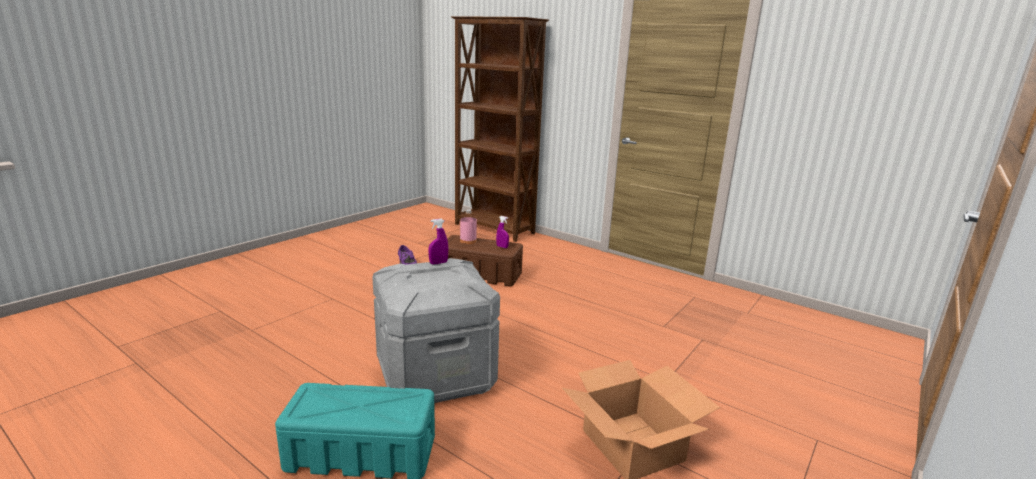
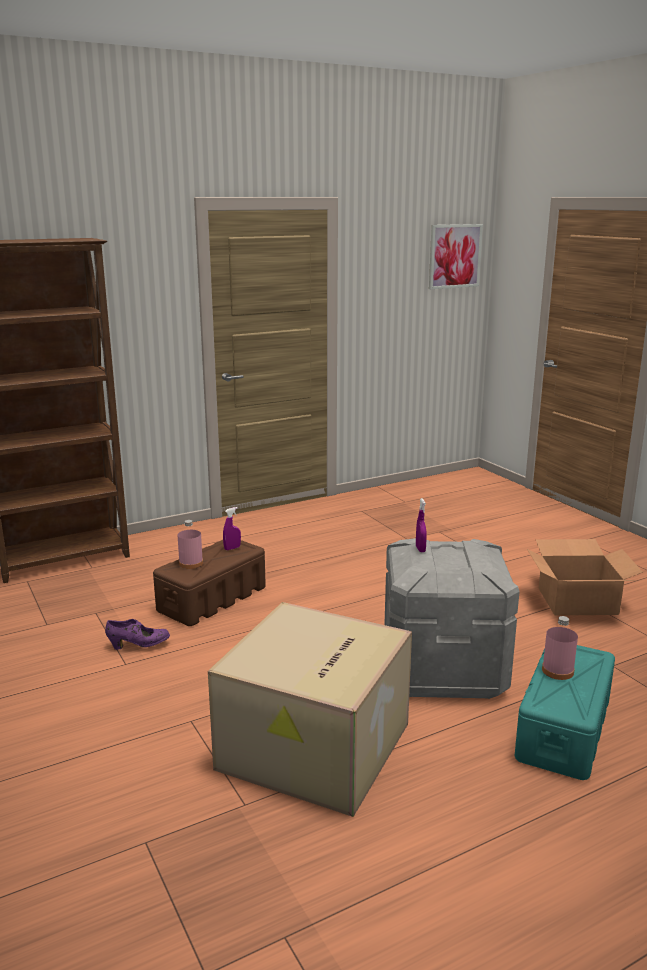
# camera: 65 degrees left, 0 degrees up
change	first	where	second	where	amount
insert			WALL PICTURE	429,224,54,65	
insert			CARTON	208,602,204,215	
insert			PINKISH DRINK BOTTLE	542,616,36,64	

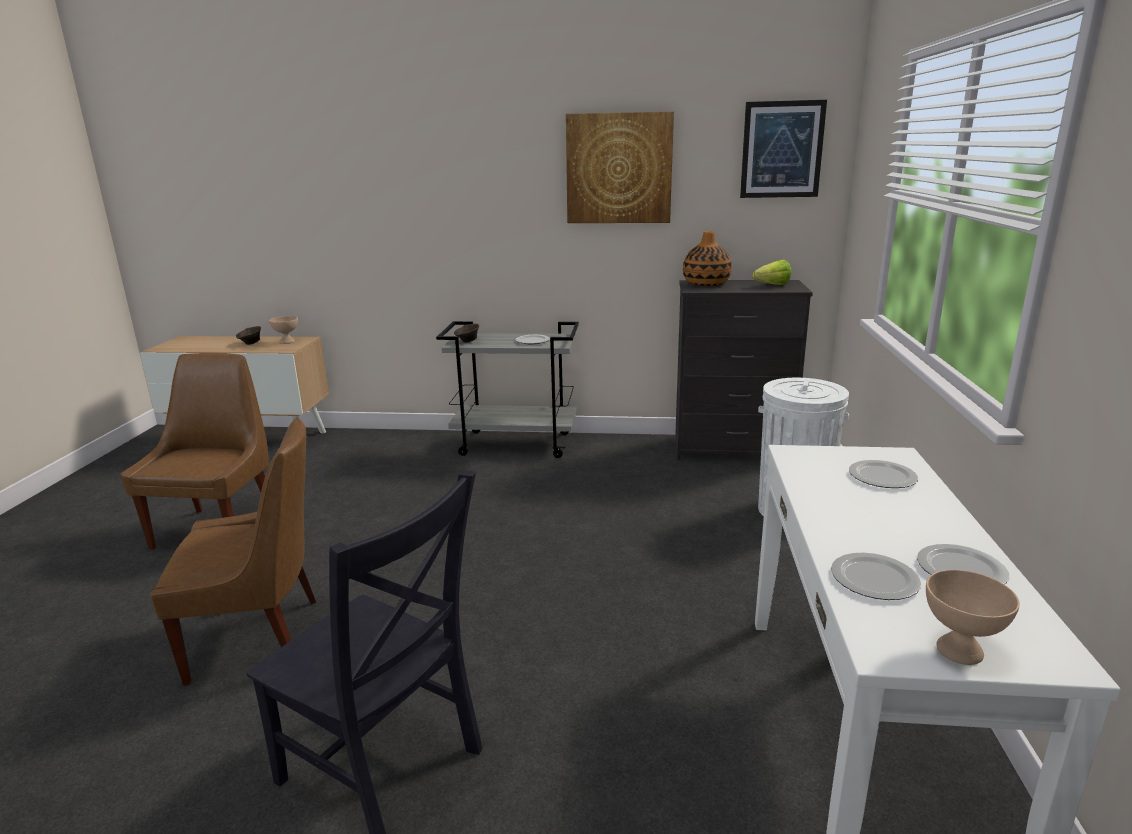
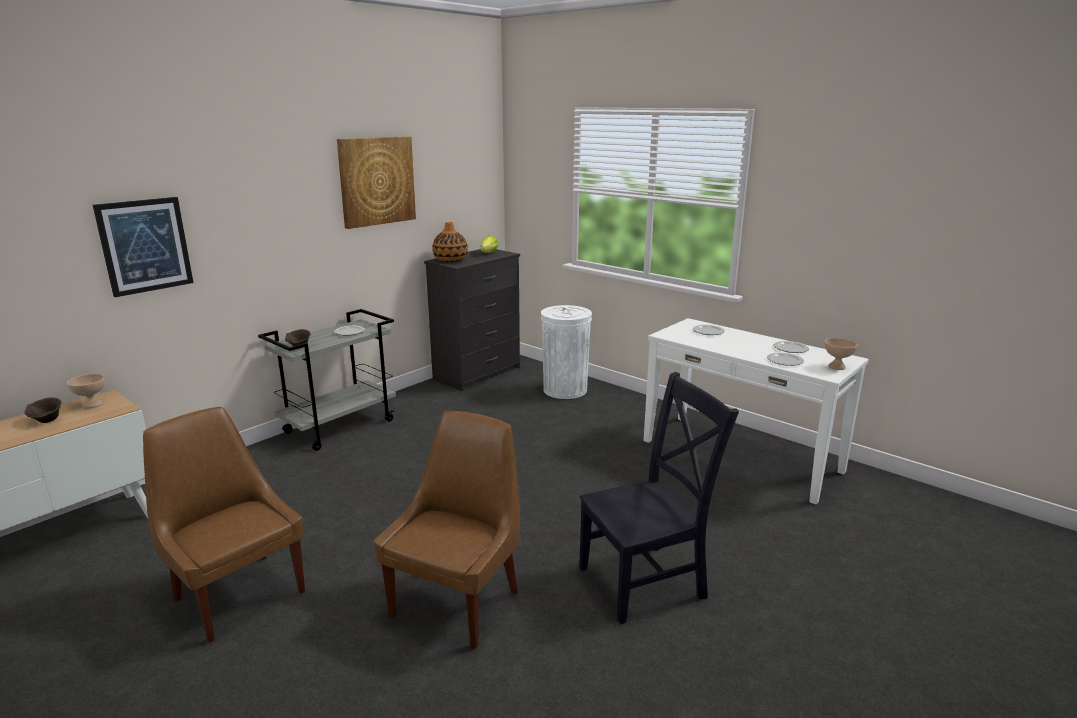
# camera: 55 degrees left, 0 degrees up
change	first	where	second	where	amount
move	WALL PICTURE	740,100,87,98		93,197,100,100	

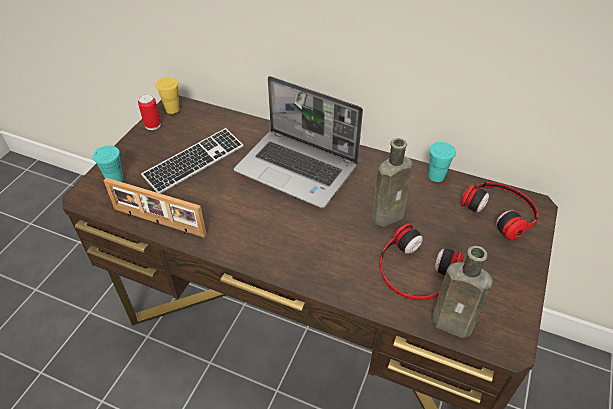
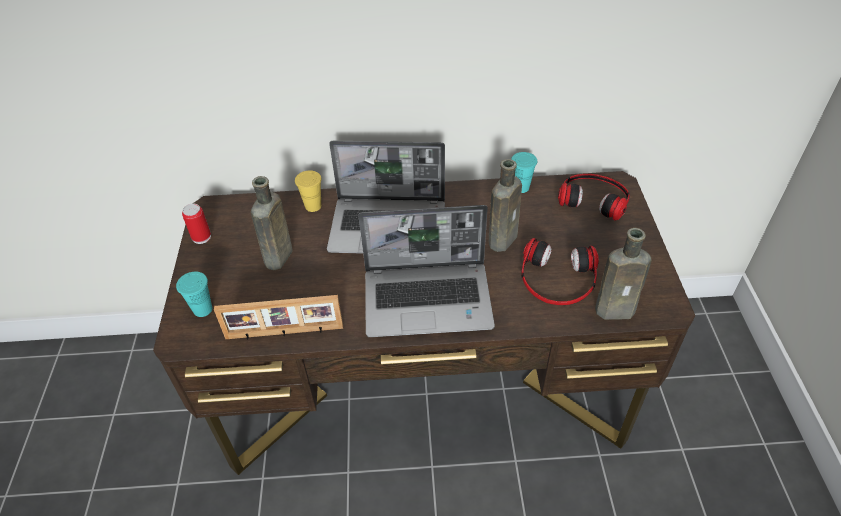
# camera: 25 degrees left, 0 degrees up
change	first	where	second	where	amount
move	YELLOW-COLOURED DRINKING CUP	155,77,25,37		295,170,27,42	
replace	PC KEYBOARD	141,128,103,66	BROWNISH DRINK BOTTLE	251,176,42,94	
insert			PORTABLE COMPUTER	358,205,137,132	

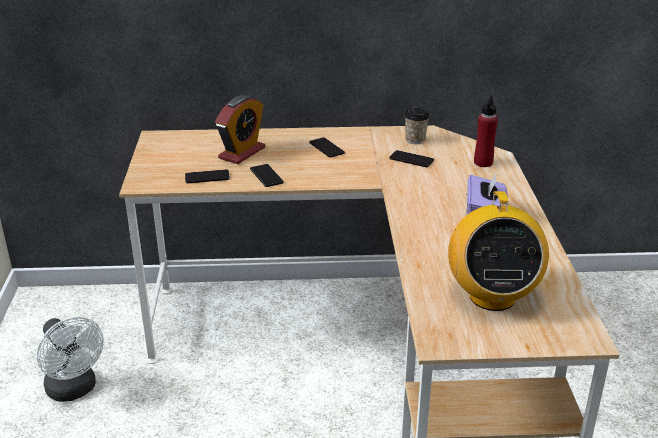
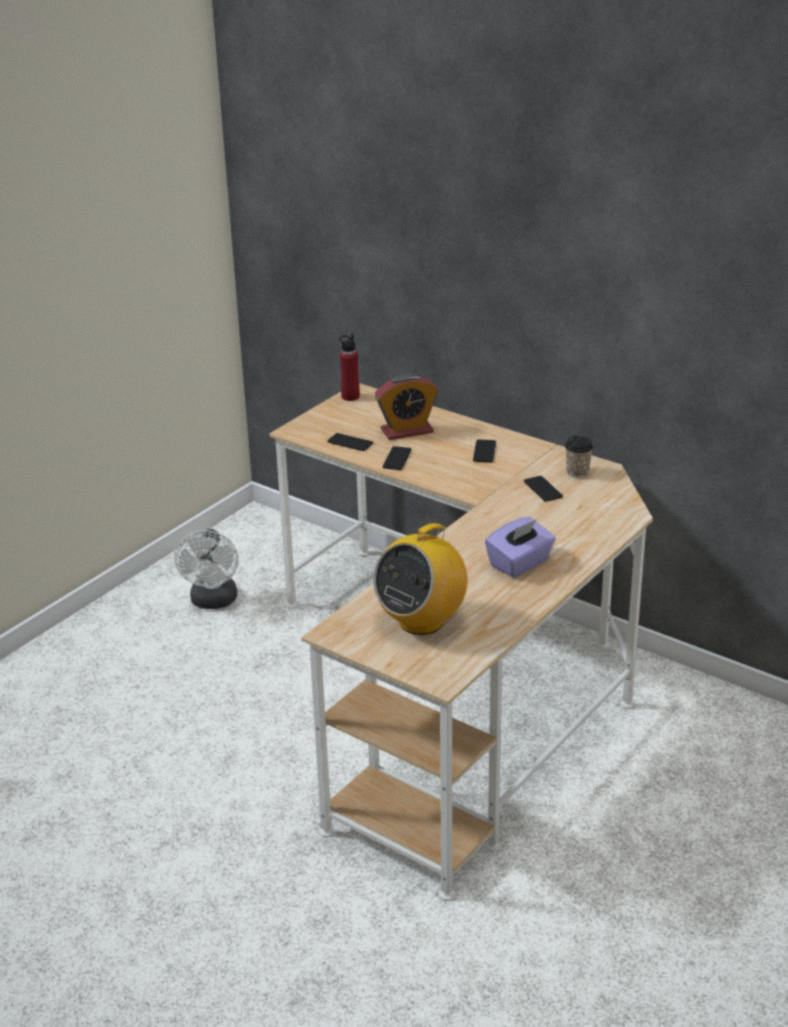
# camera: 40 degrees right, 0 degrees up
change	first	where	second	where	amount
move	REDDISH DRINK BOTTLE	474,96,24,71		339,333,21,68	

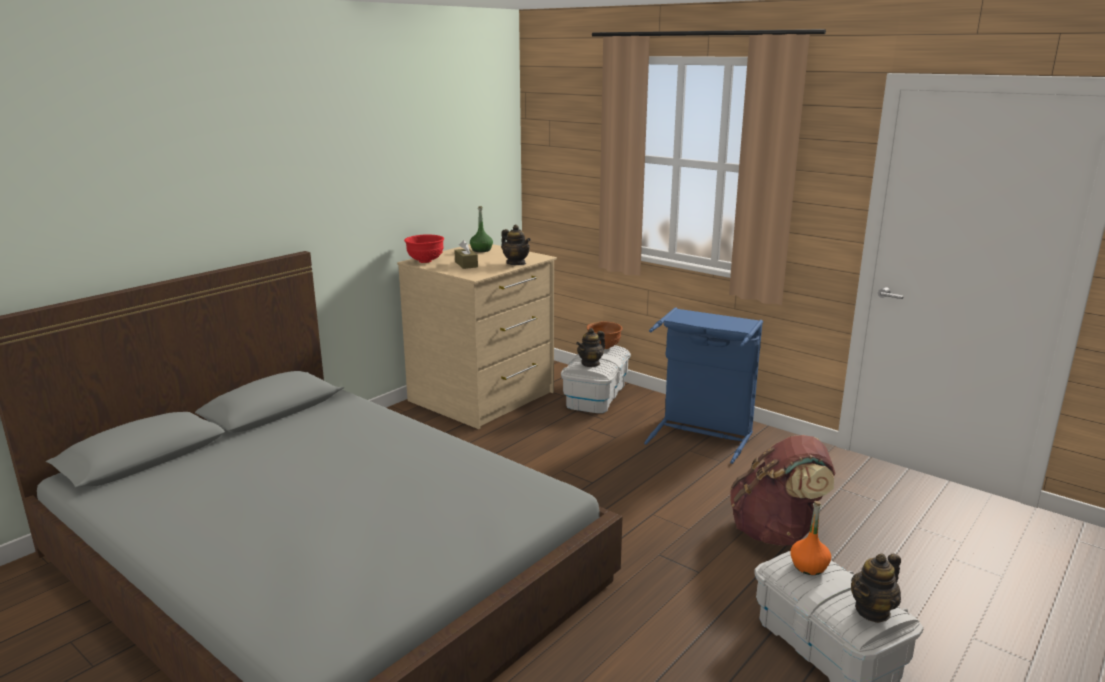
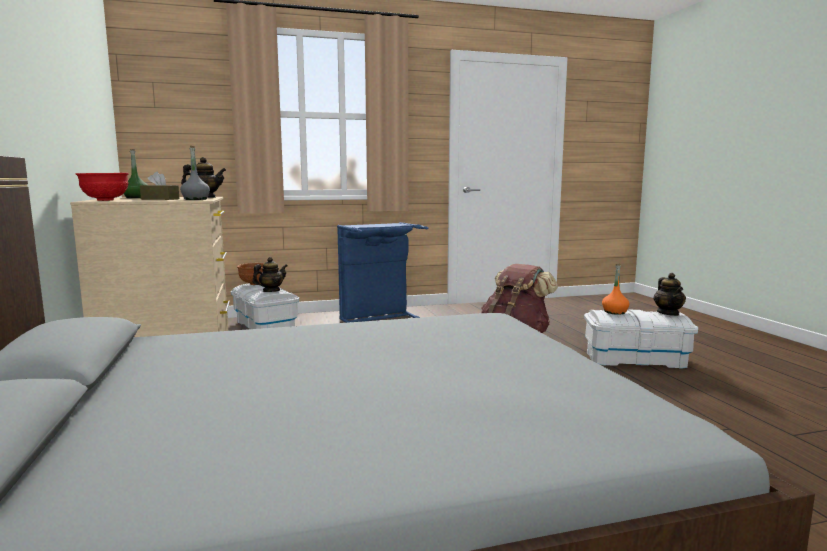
# camera: 55 degrees left, 10 degrees down
change	first	where	second	where	amount
rotate	TEA POT	576,328,29,39		252,257,35,35	120 degrees counterclockwise
insert			GREY DRINK BOTTLE	180,146,30,54	

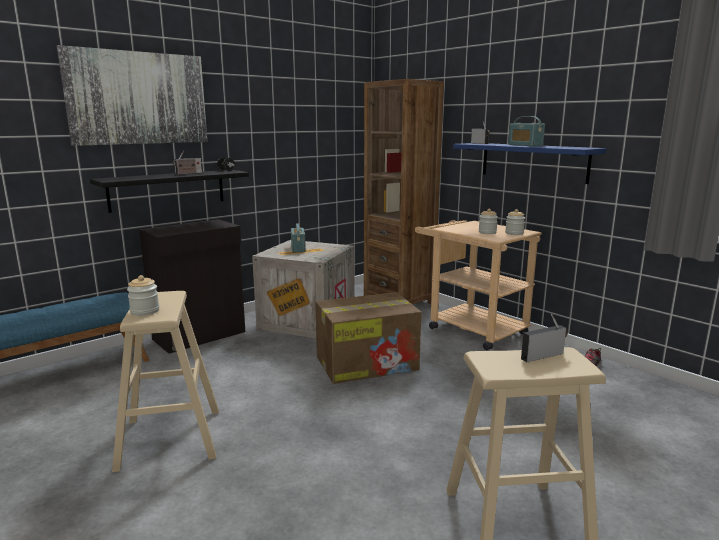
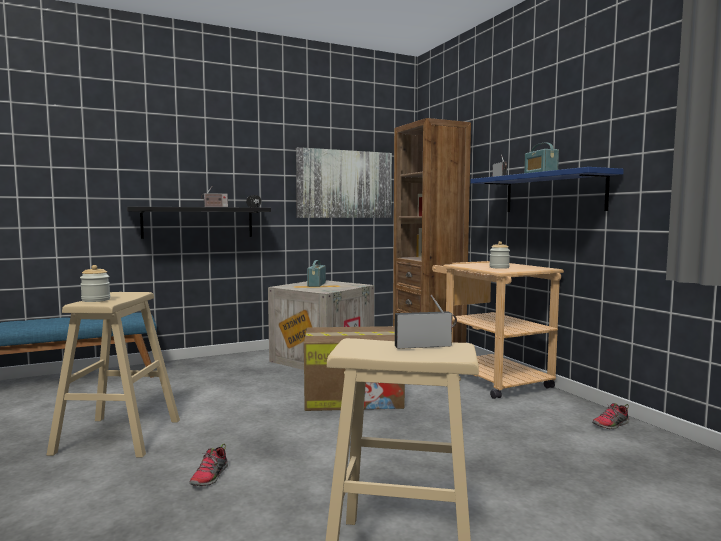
# camera: 15 degrees right, 10 degrees down
change	first	where	second	where	amount
move	WALL PICTURE	57,45,150,101		296,147,96,71	
delete	PRESERVE JAR	505,209,20,26			
delete	BLACK STORAGE CABINET	139,219,106,135			
insert			ITEM OF FOOTWEAR	189,444,39,42	

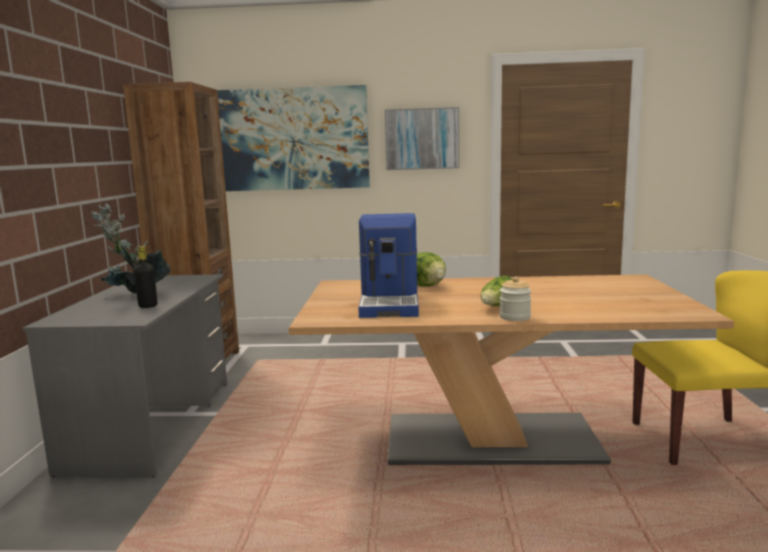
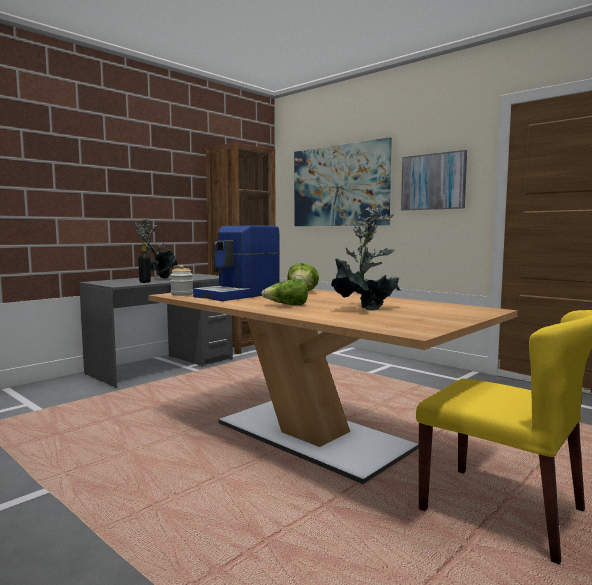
# camera: 40 degrees right, 5 degrees down
change	first	where	second	where	amount
move	PRESERVE JAR	499,276,32,45		170,265,23,31	
insert			HOUSEPLANT	331,205,70,106	

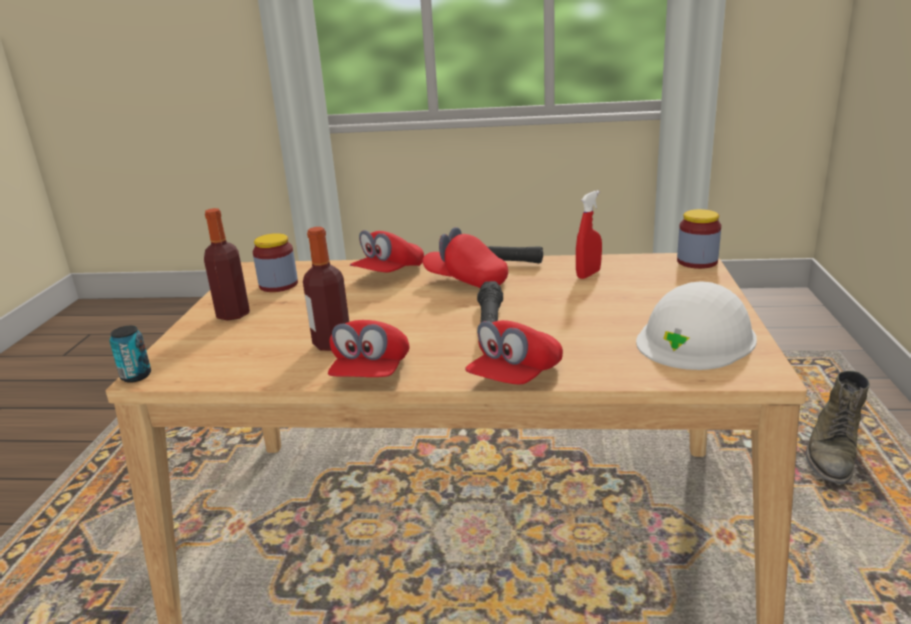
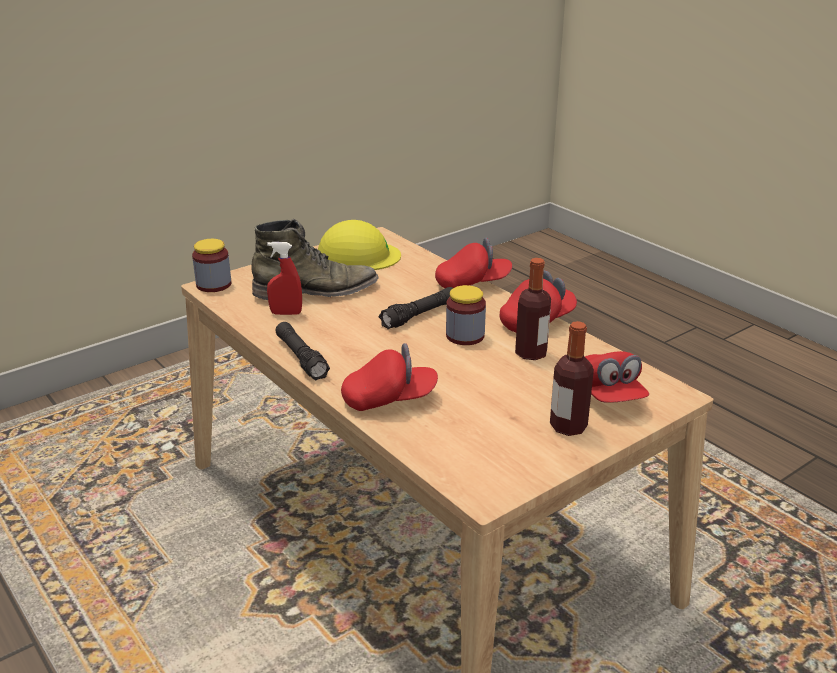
# camera: 135 degrees left, 5 degrees up
change	first	where	second	where	amount
move	REDDISH BASEBALL CAP	423,227,85,61		585,351,64,52	
move	PRESERVE JAR	253,233,45,59		446,285,40,60	
recolor	WHITISH HARD HAT	636,282,121,88	YELLOW-COLOURED HARD HAT	318,220,83,50	
delete	METAL CAN	109,326,42,57			
move	GREEN BOOT	806,370,64,115		251,219,128,81	

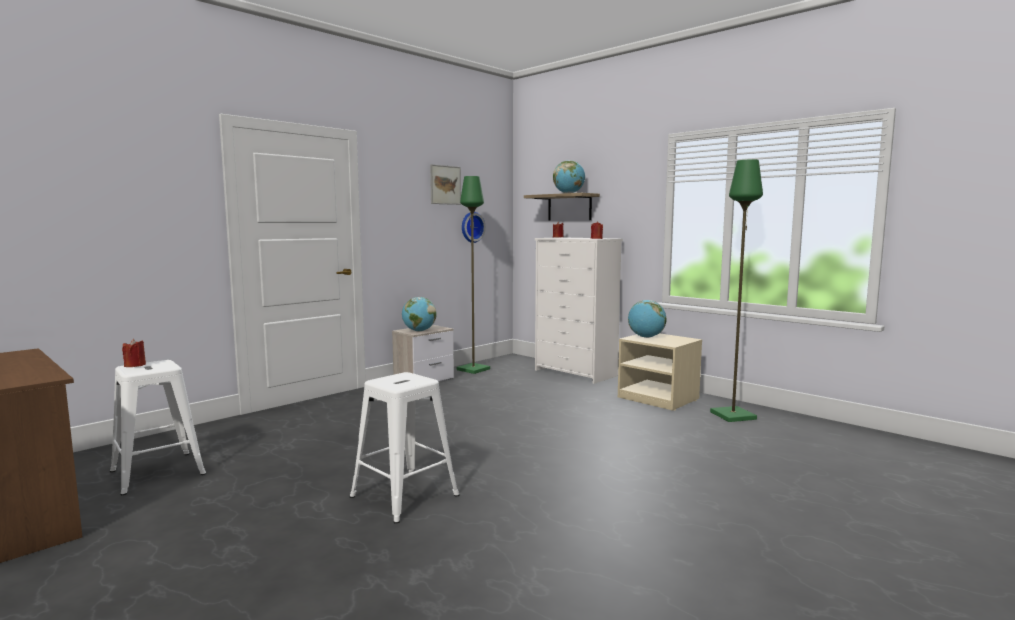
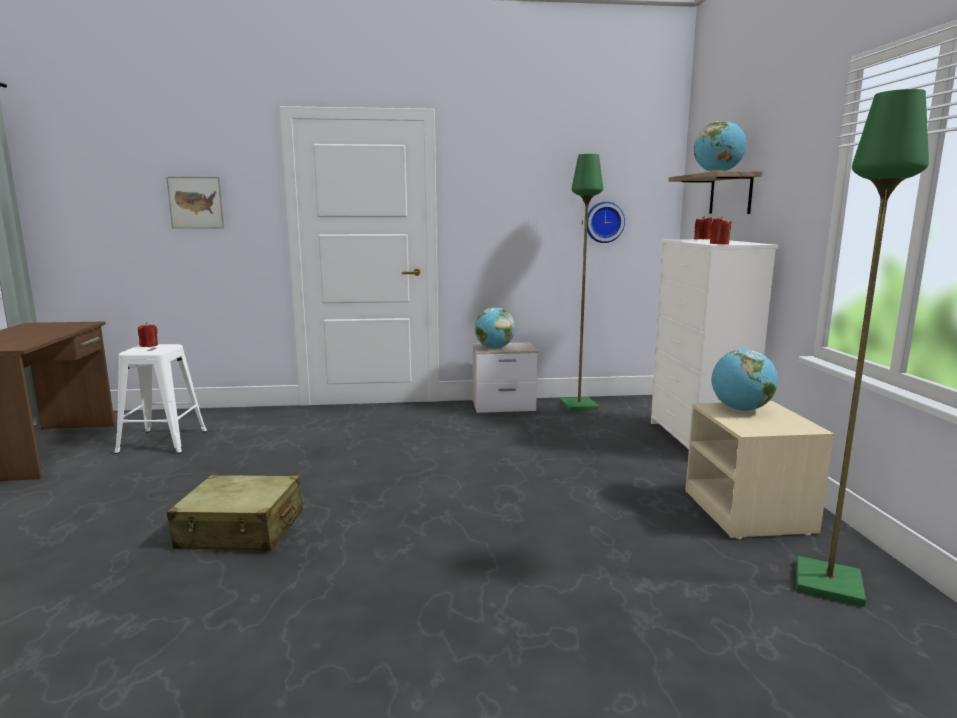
# camera: 40 degrees right, 5 degrees up
change	first	where	second	where	amount
move	WALL PICTURE	430,164,31,41		166,176,59,53	
replace	WHITISH STOOL	350,372,109,152	BEIGE TRAVEL CASE	167,475,136,76	

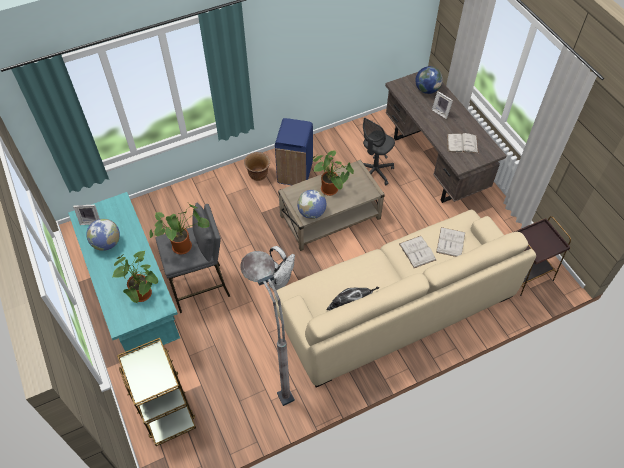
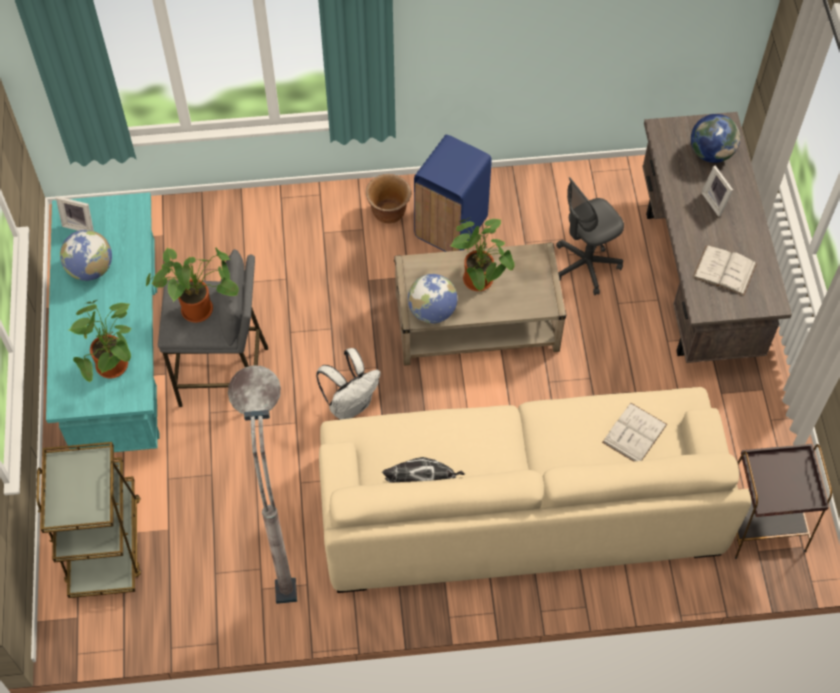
# camera: 20 degrees right, 5 degrees up
change	first	where	second	where	amount
delete	WHITISH VOLUME	399,236,37,32			

